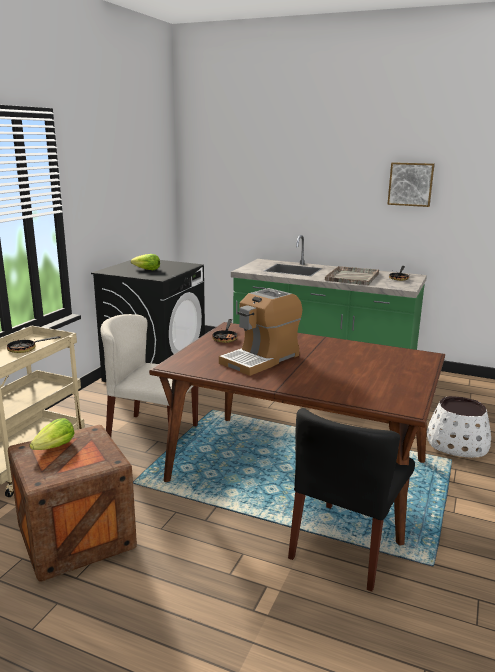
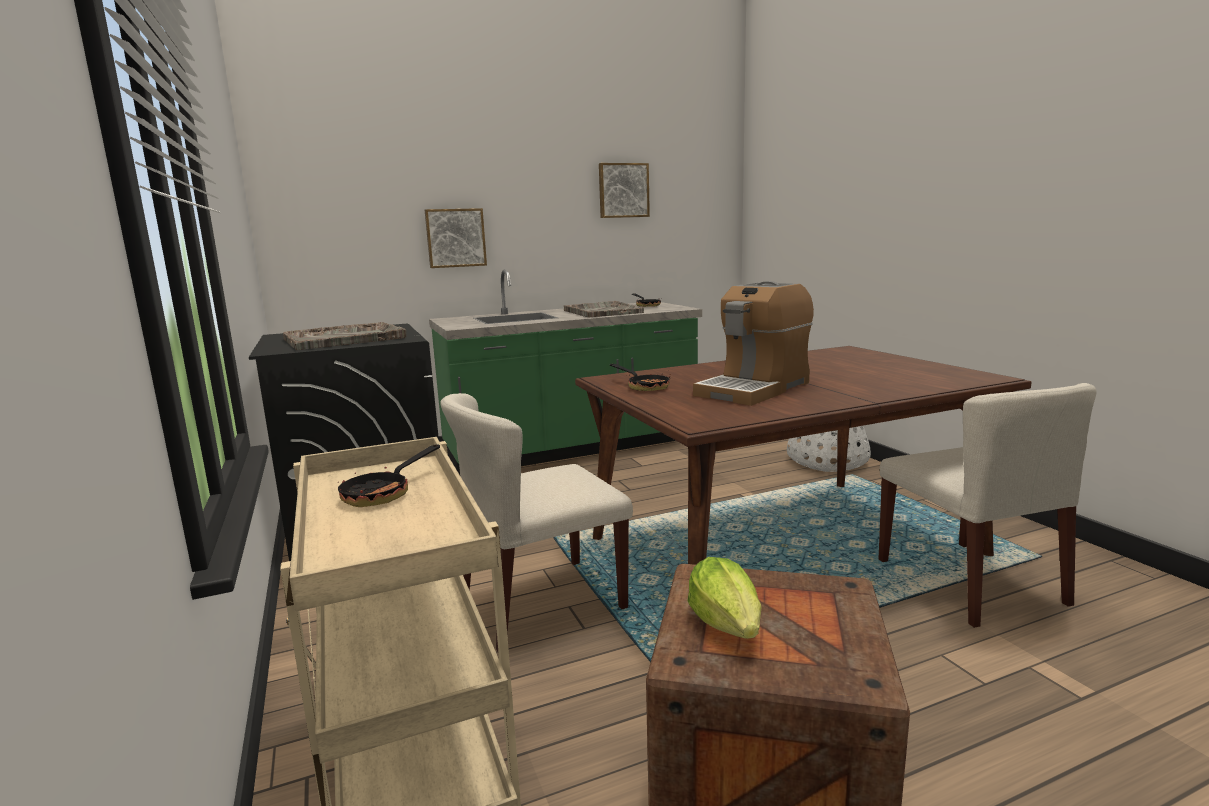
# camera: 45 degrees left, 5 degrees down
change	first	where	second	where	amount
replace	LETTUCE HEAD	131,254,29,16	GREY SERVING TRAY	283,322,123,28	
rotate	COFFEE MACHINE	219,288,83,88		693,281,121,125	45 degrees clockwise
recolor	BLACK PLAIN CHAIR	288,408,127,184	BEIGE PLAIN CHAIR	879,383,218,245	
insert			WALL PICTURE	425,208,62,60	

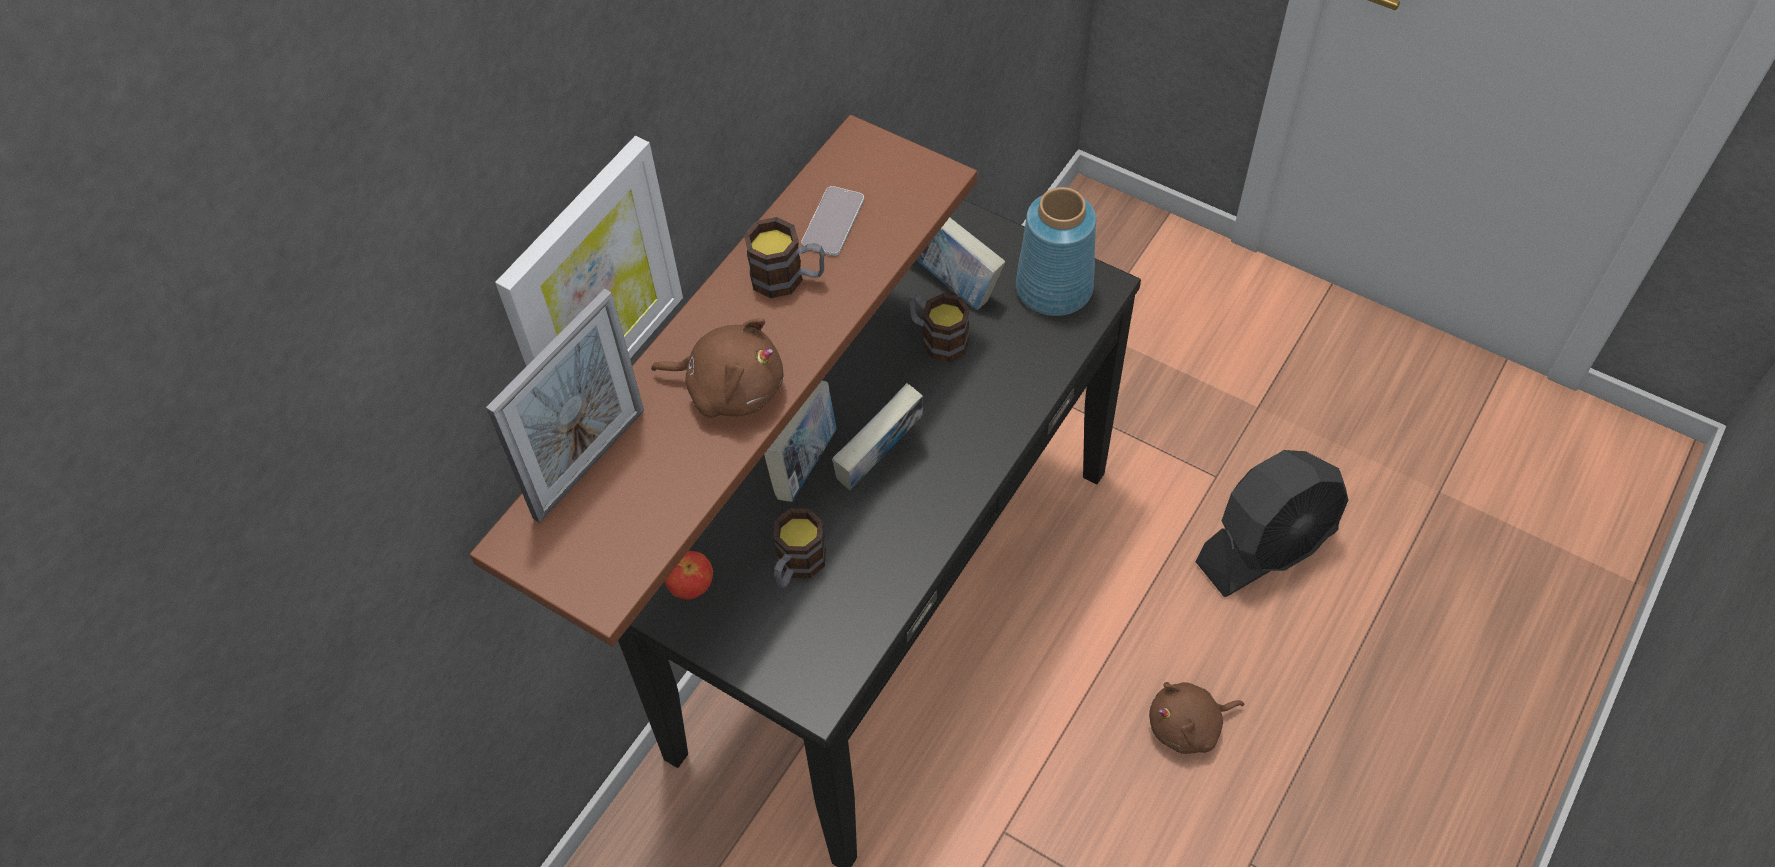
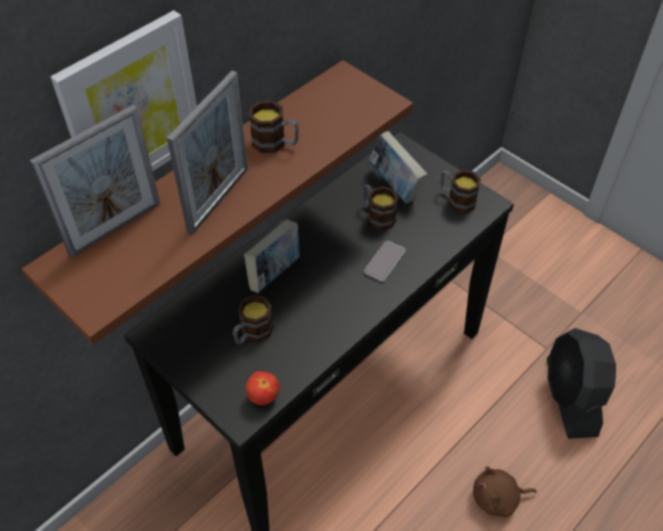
# camera: 10 degrees right, 5 degrees down
change	first	where	second	where	amount
move	PHONE	801,186,63,70		364,241,41,41	
replace	BLUE DECORATIVE VASE	1016,187,80,129	TEA MUG	440,170,41,43	
replace	BROWNISH PLUSH TOY	651,318,132,100	PHOTO FRAME	167,71,81,164	
delete	VOLUME	832,383,91,108			
rotate	BLACK ELECTRIC FAN	1195,450,153,147		547,328,69,111	105 degrees clockwise
move	APPLE FRUIT	664,551,49,49		246,372,34,33	

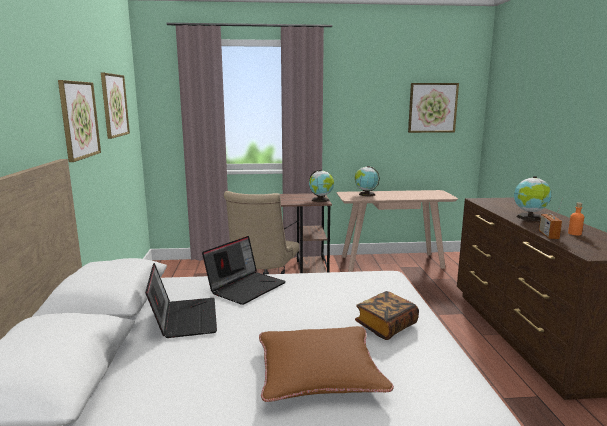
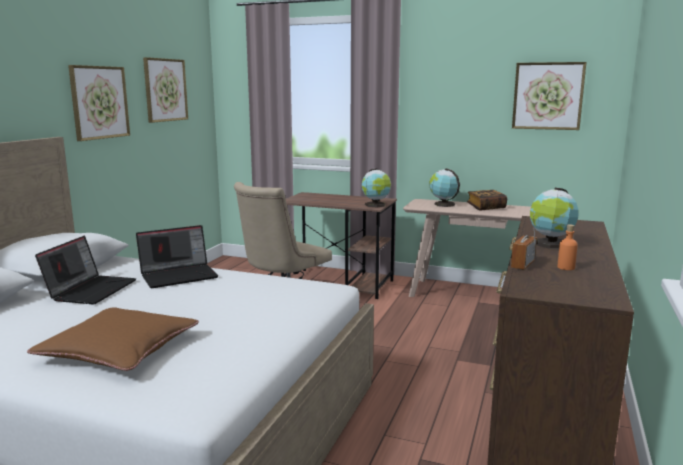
# camera: 25 degrees right, 0 degrees up
change	first	where	second	where	amount
move	VOLUME	355,291,64,49		467,190,40,20	

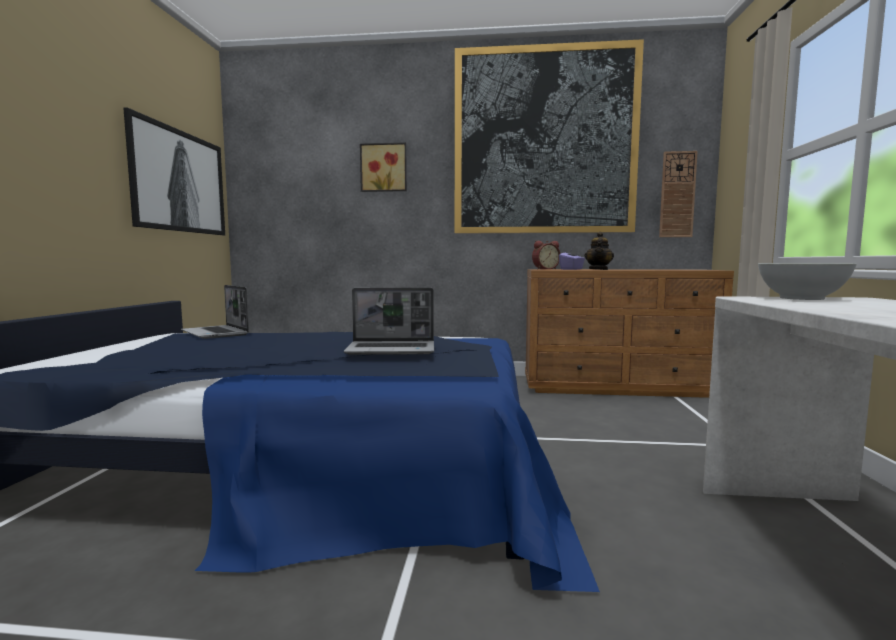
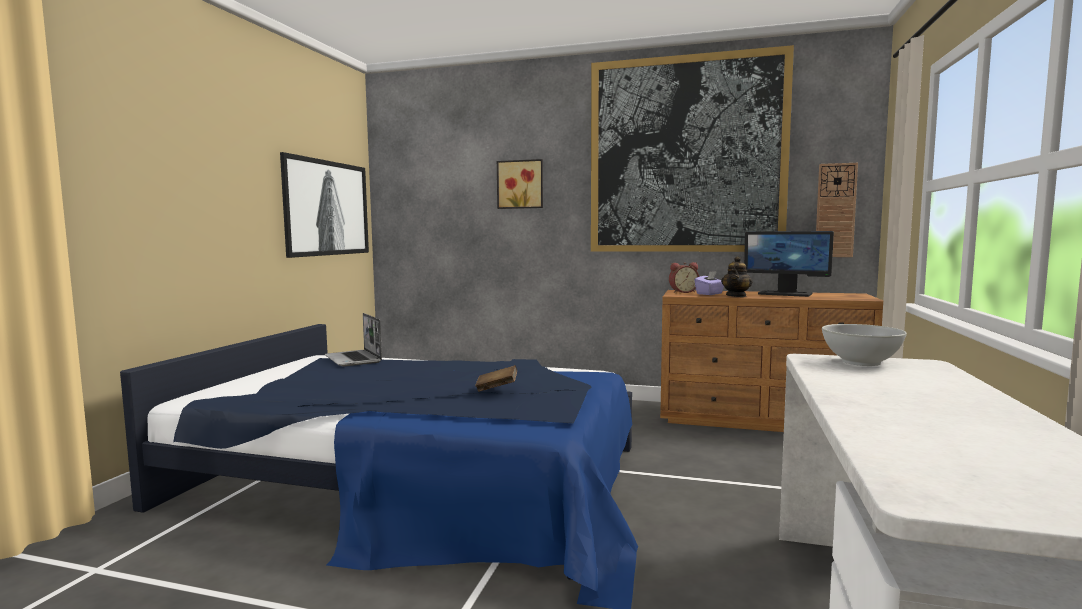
# camera: 10 degrees right, 0 degrees up
change	first	where	second	where	amount
replace	PORTABLE COMPUTER	344,288,90,67	BROWNISH VOLUME	475,365,42,27	
insert			MONITOR	744,231,90,66	

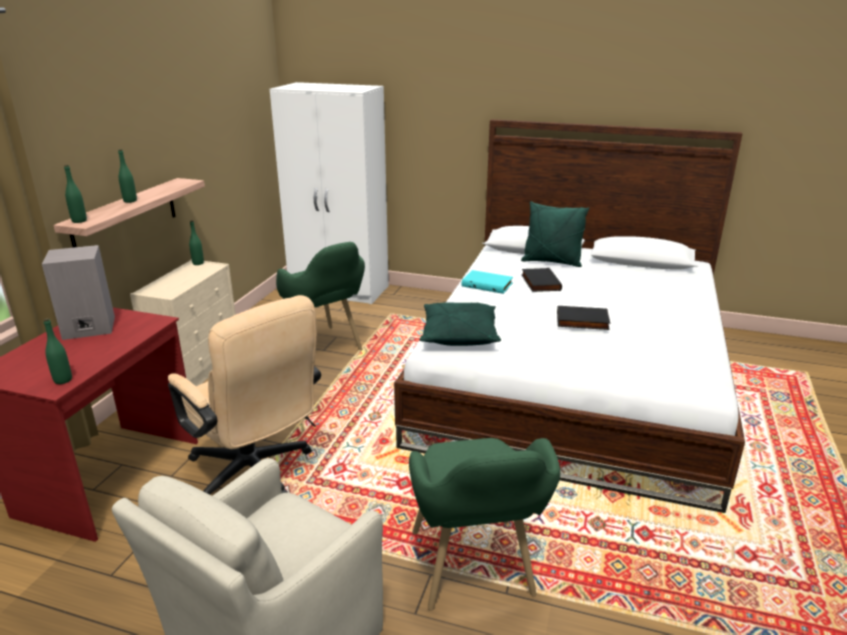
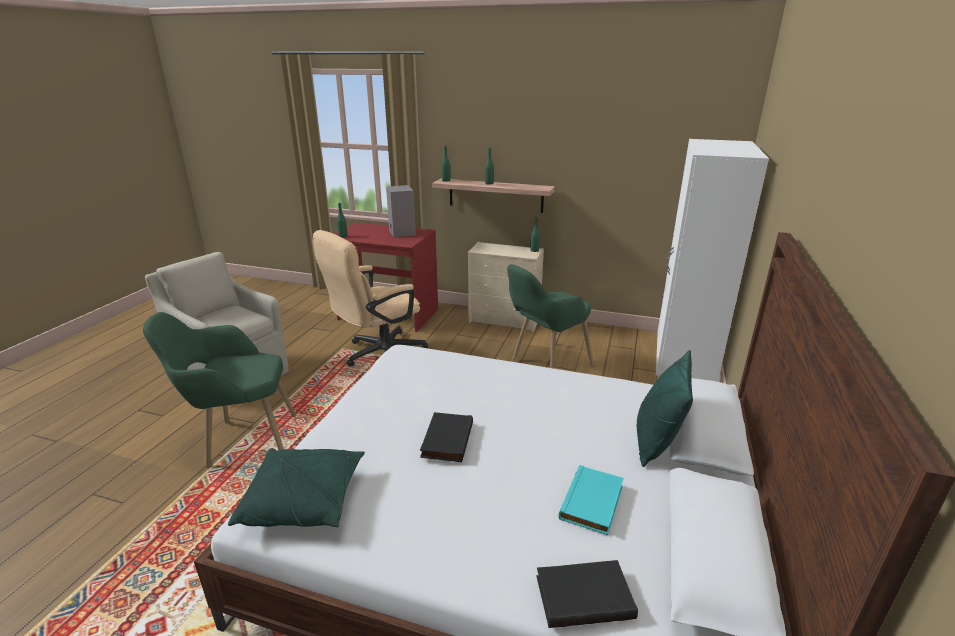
# camera: 90 degrees right, 0 degrees up
change	first	where	second	where	amount
move	BLACK VOLUME	521,268,41,24		536,560,102,68	
move	BLUE-GREEN VOLUME	462,270,51,24		558,465,66,70	
move	GREEN PILLOW	420,302,81,44		228,448,137,79	

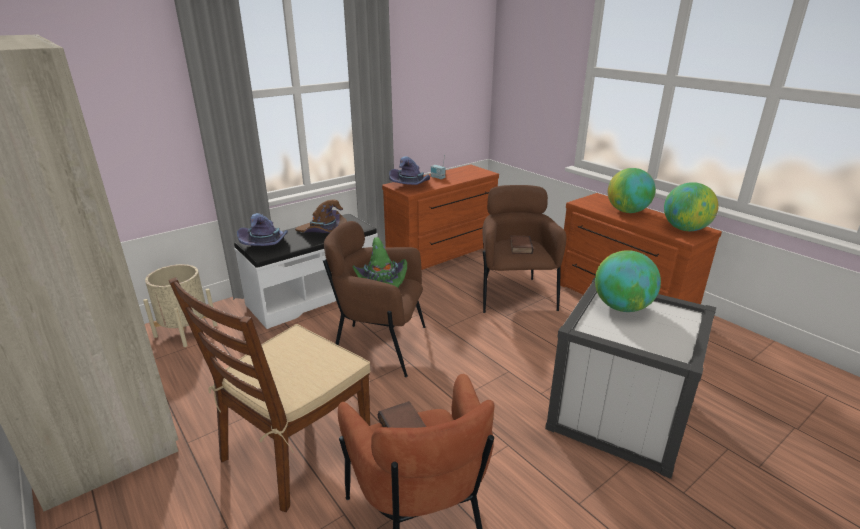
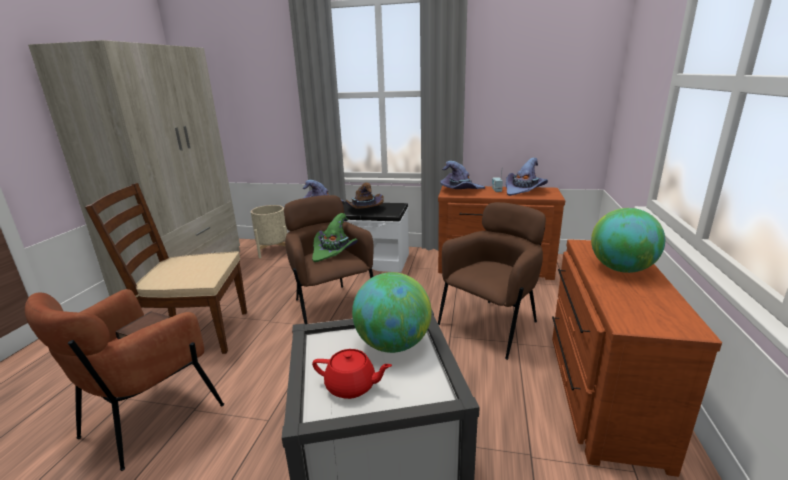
# camera: 50 degrees right, 5 degrees down
change	first	where	second	where	amount
delete	WORLD GLOBE	664,182,55,49			
delete	VOLUME	510,235,23,19			
insert			PURPLE HAT	506,158,42,38	
insert			REDDISH TEA POT	312,349,80,50	

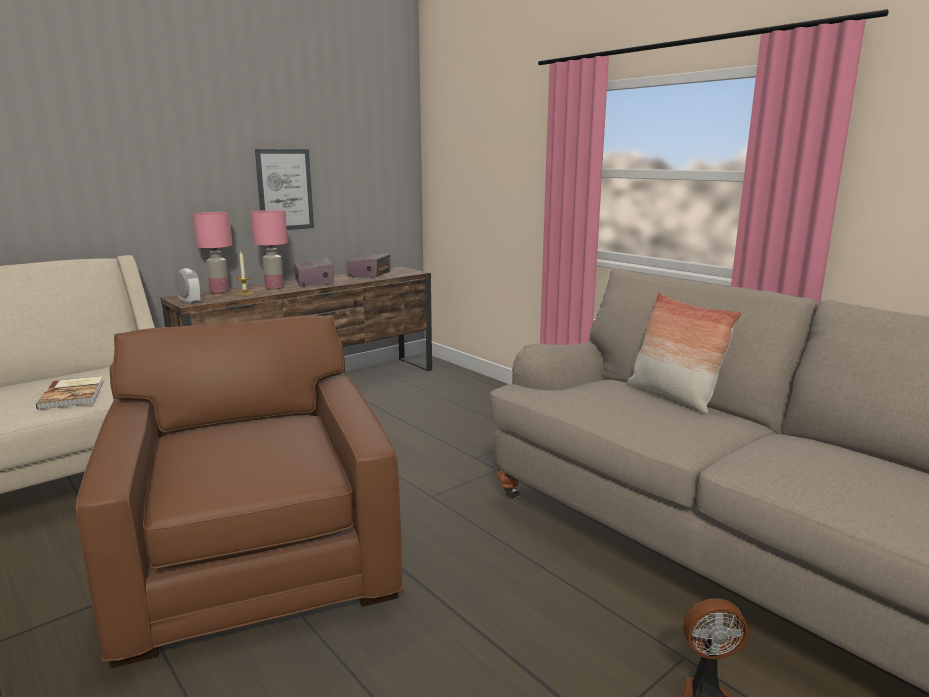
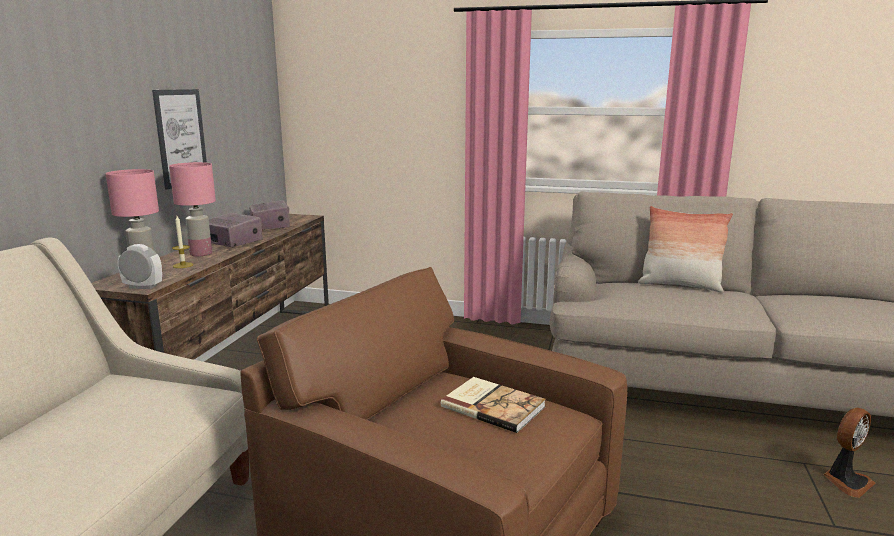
# camera: 35 degrees left, 0 degrees up
change	first	where	second	where	amount
move	VOLUME	36,376,68,34		441,377,105,56	

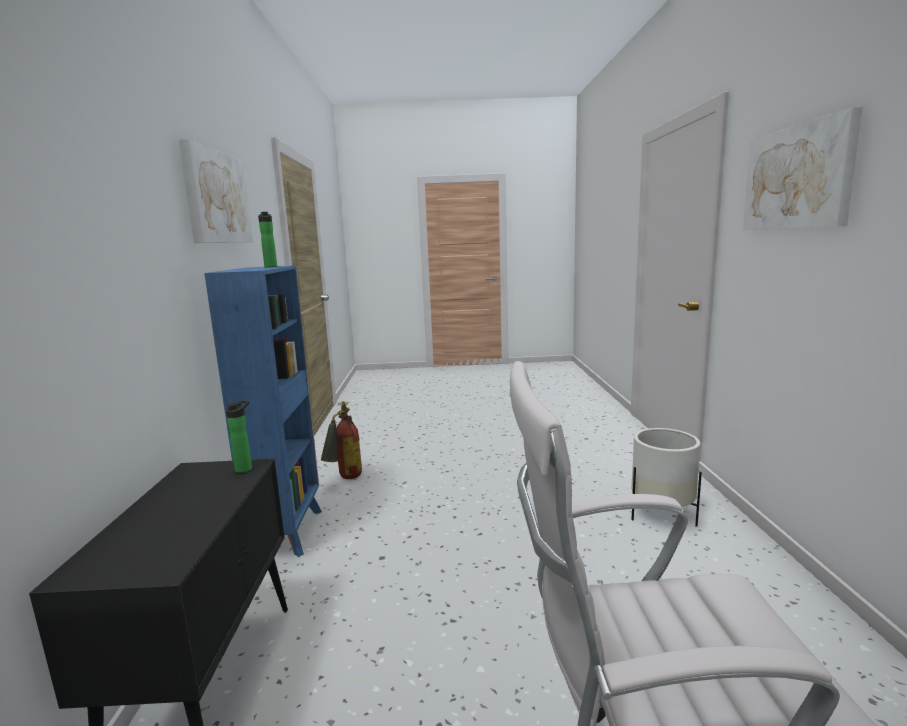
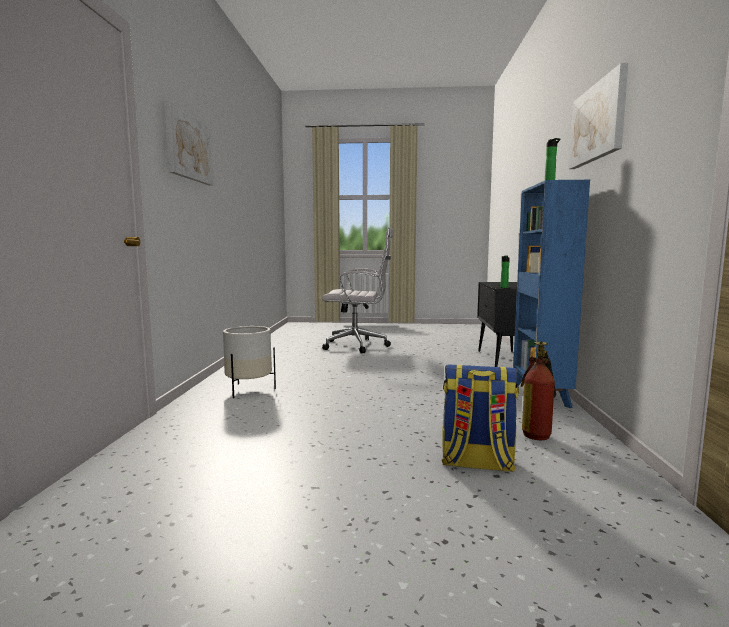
# camera: 175 degrees left, 5 degrees down
change	first	where	second	where	amount
insert			KNAPSACK	442,364,77,108	

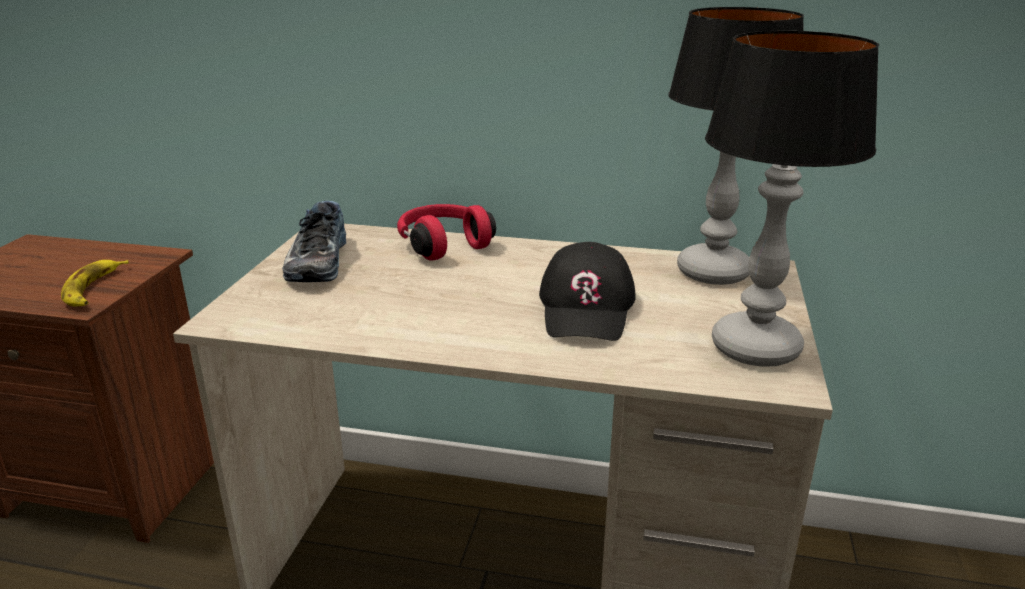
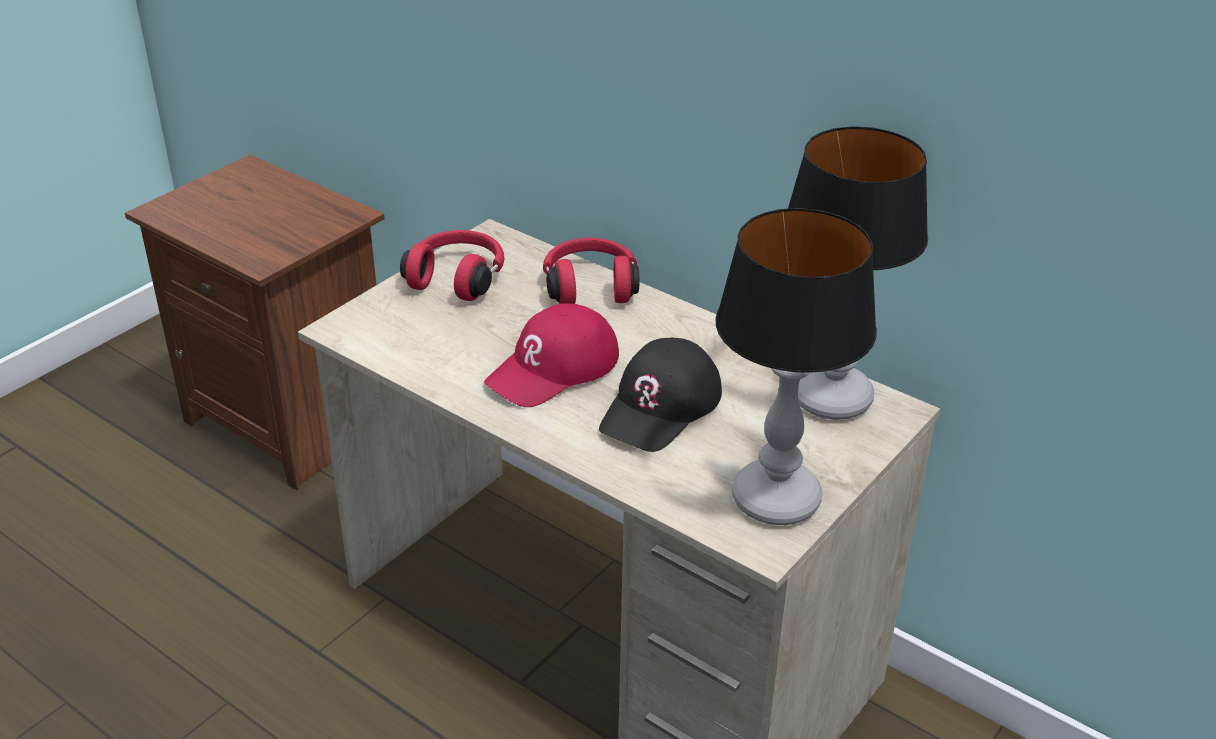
# camera: 25 degrees right, 10 degrees up
change	first	where	second	where	amount
replace	ITEM OF FOOTWEAR	282,201,64,81	REDDISH HEADPHONES	400,230,104,71	
delete	BANANA	61,260,68,46			
insert			REDDISH BASEBALL CAP	484,303,135,104	

